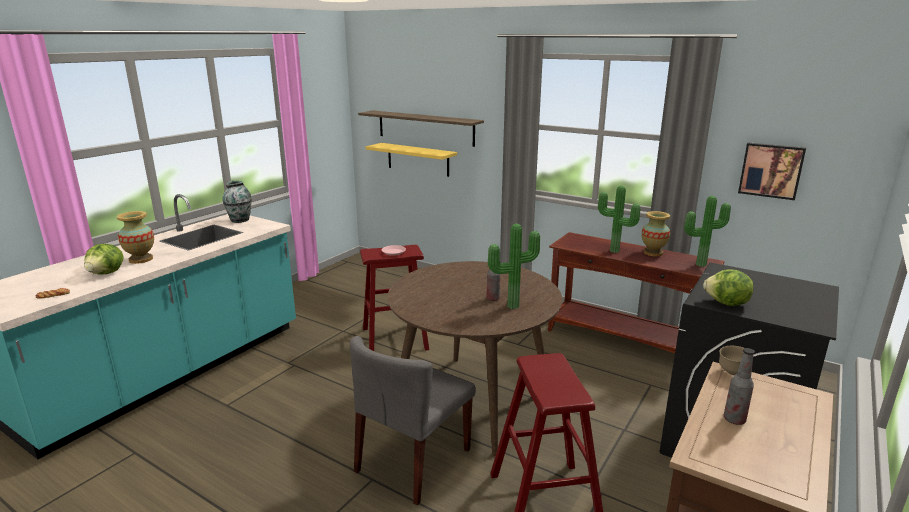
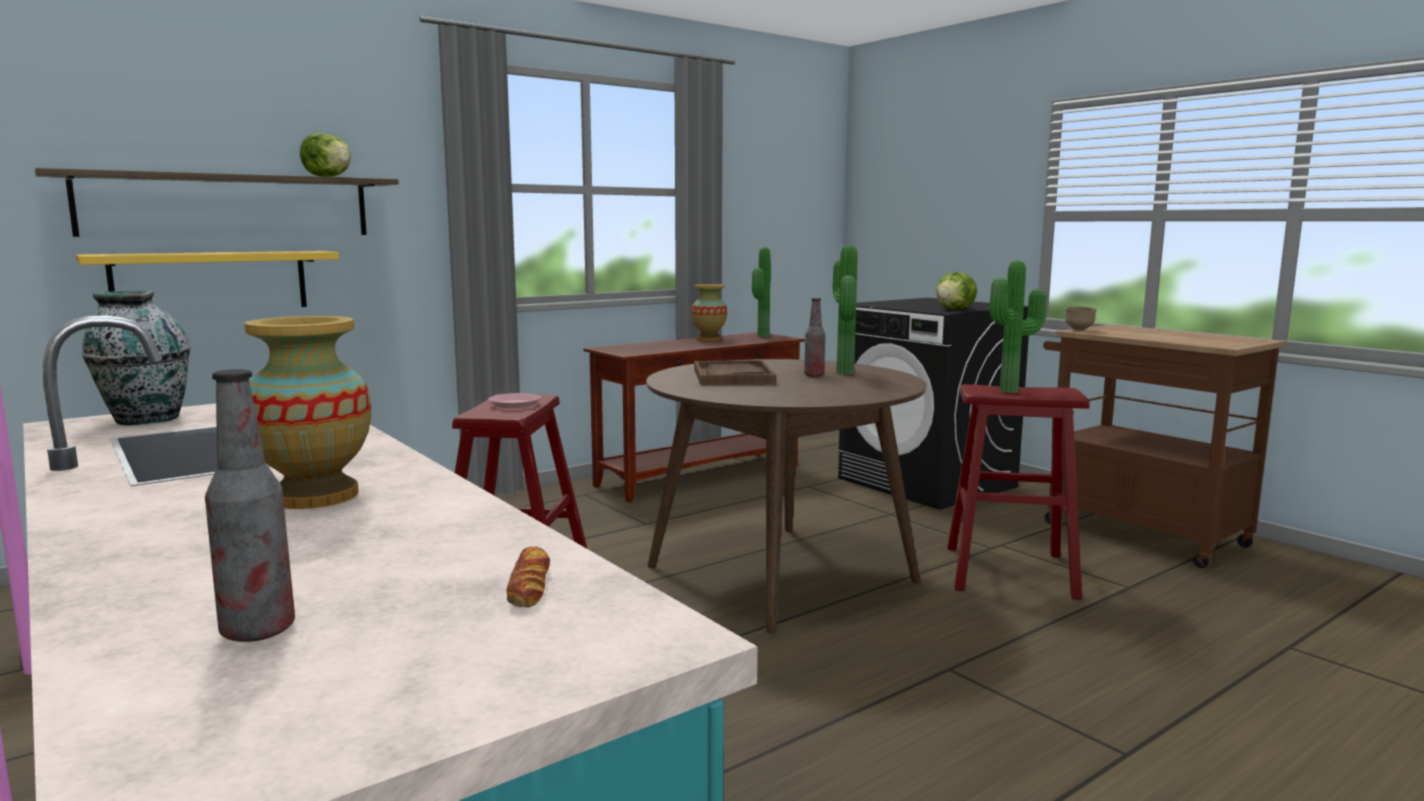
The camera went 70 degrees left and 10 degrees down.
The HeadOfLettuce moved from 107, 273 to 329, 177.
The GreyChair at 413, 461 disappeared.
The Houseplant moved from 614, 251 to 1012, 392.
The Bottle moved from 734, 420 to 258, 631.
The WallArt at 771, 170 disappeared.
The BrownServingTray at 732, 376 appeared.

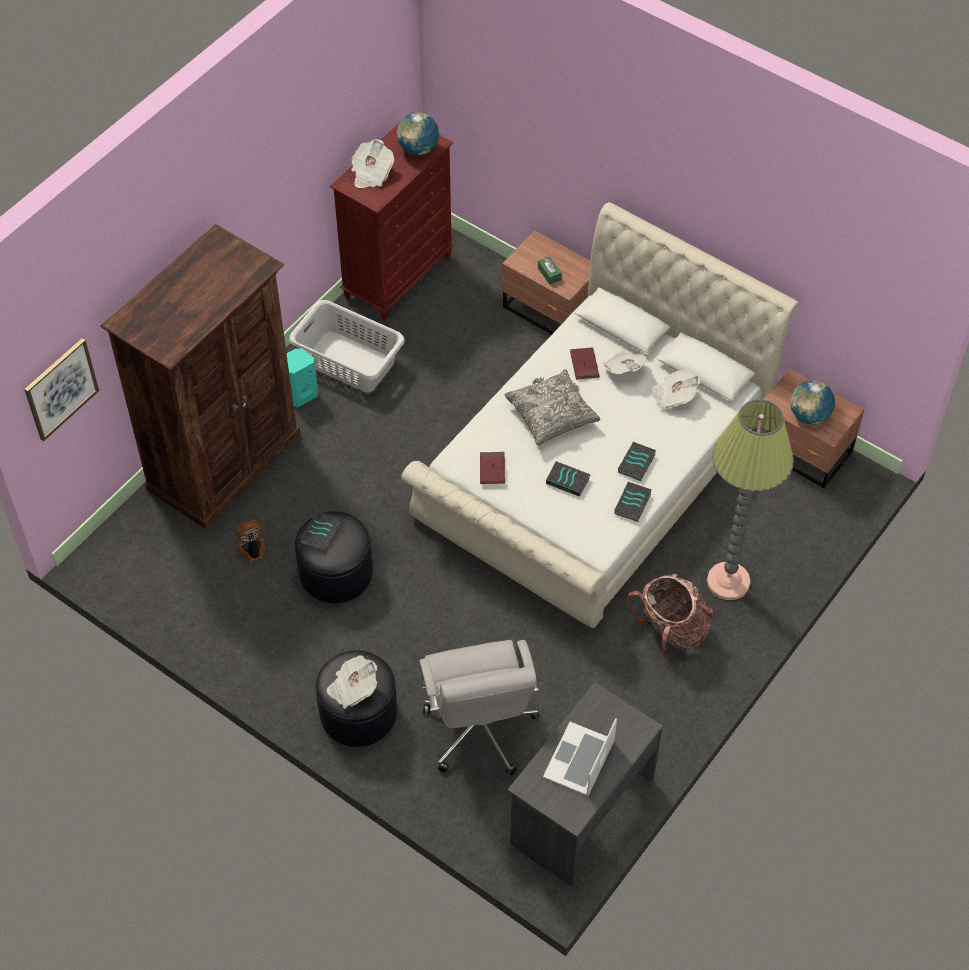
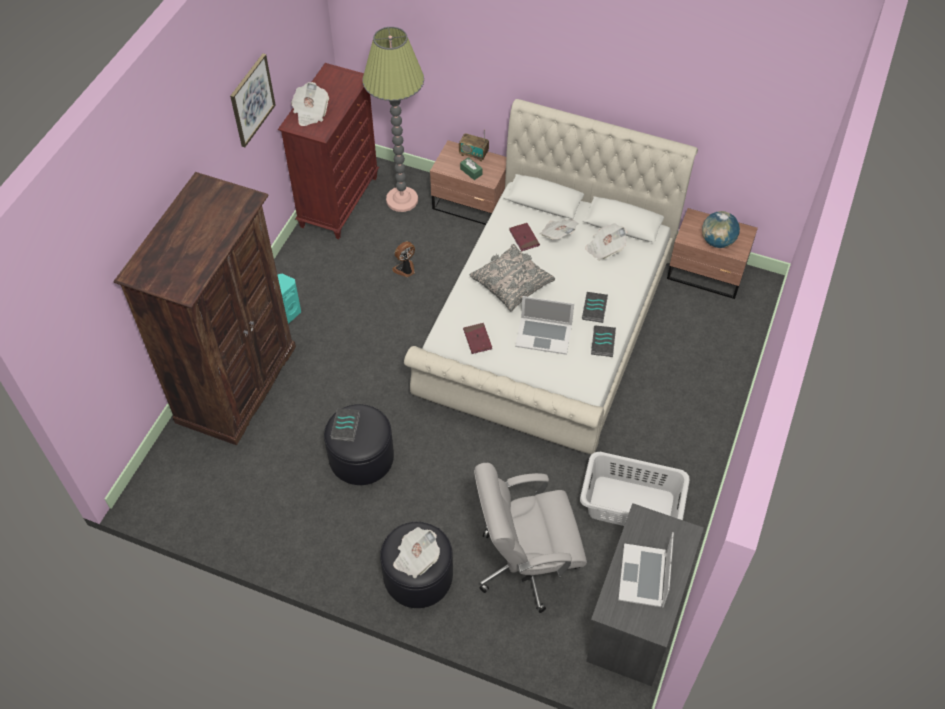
The camera went 15 degrees left and 0 degrees up.
The WallArt moved from 61, 388 to 252, 100.
The ElectricFan moved from 253, 551 to 405, 269.
The GreyLaundryBasket moved from 349, 361 to 630, 504.
The DeskGlobe at 418, 149 disappeared.
The GreyComputerChair at 479, 728 turned 105 degrees clockwise.
The Book at 568, 480 was replaced by the PortableComputer at 543, 335.
The Rucksack at 671, 631 disappeared.
The FloorLamp moved from 728, 581 to 402, 200.
The Radio at 473, 154 appeared.

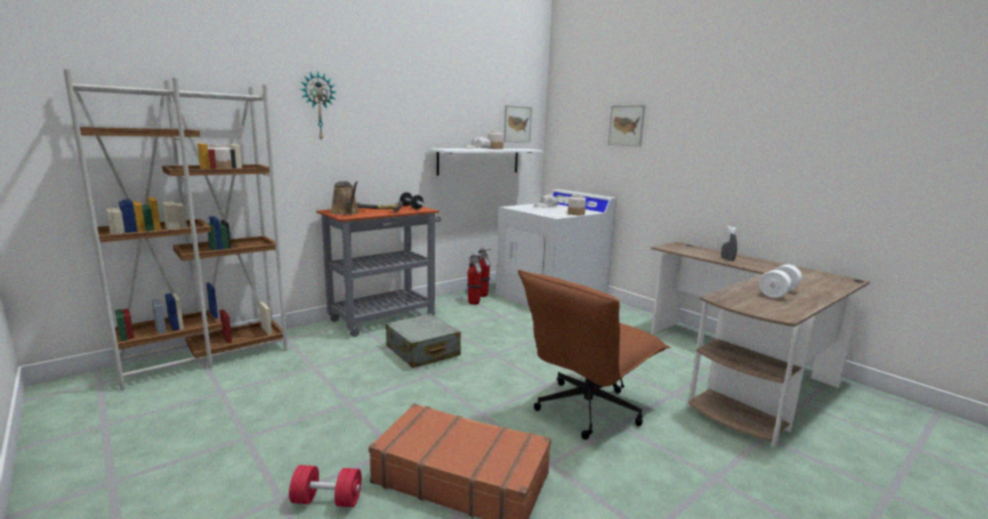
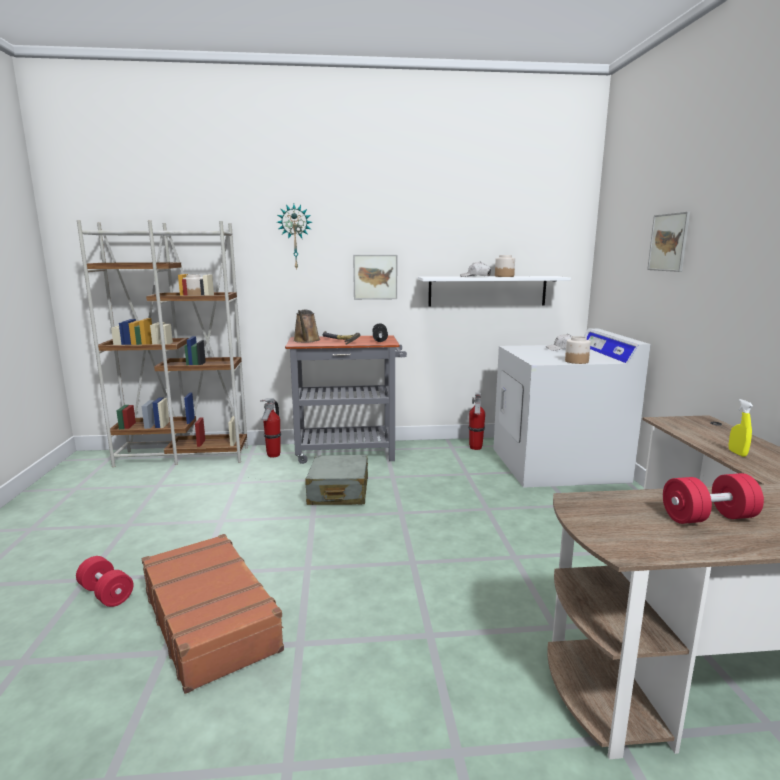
The camera went 35 degrees right and 0 degrees up.
The Extinguisher moved from 474, 303 to 273, 455.
The WallArt moved from 517, 124 to 375, 277.
The BrownComputerChair at 588, 408 disappeared.
The GreySprayer at 727, 259 became the YellowSprayer at 737, 453.
The WhiteColouredFreeWeight at 778, 293 became the ReddishFreeWeight at 708, 518.

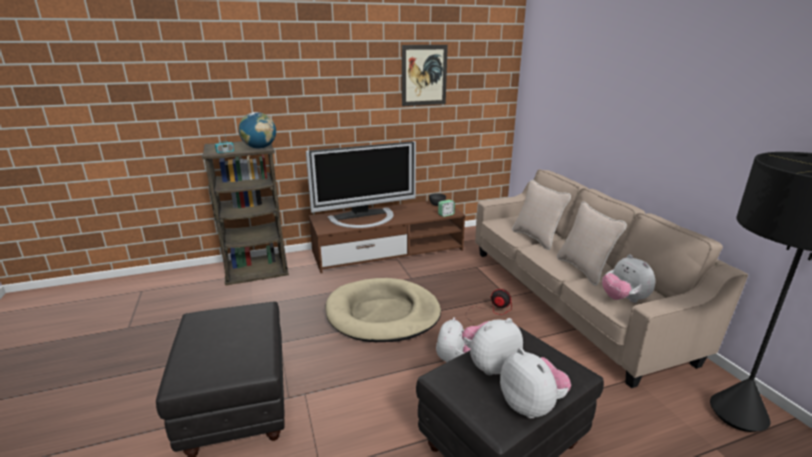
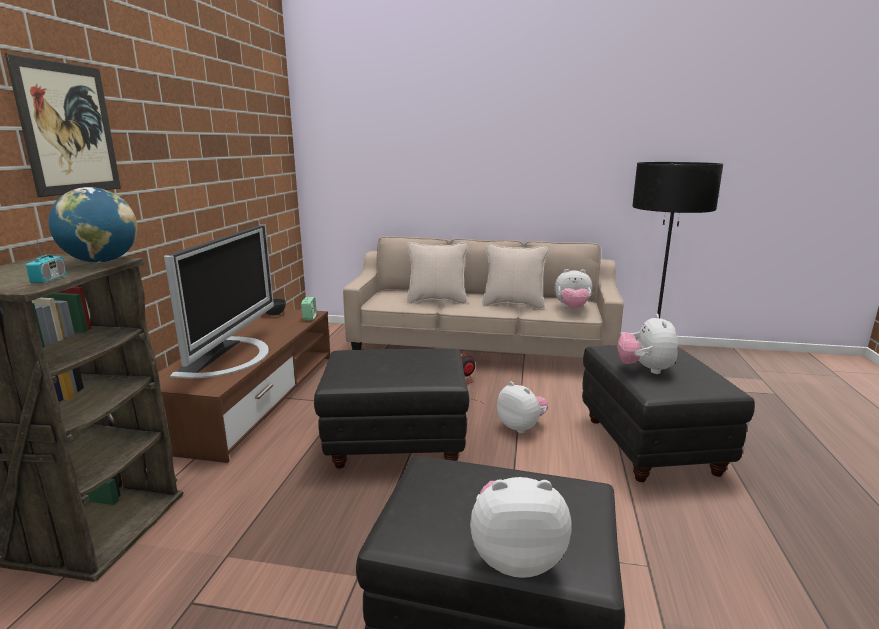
The camera went 60 degrees left and 5 degrees down.
The SandColouredPetBed at 383, 314 was replaced by the BlackColouredPouffe at 396, 443.
The WallArt moved from 424, 75 to 69, 129.
The CuddlyToy moved from 531, 406 to 516, 557.

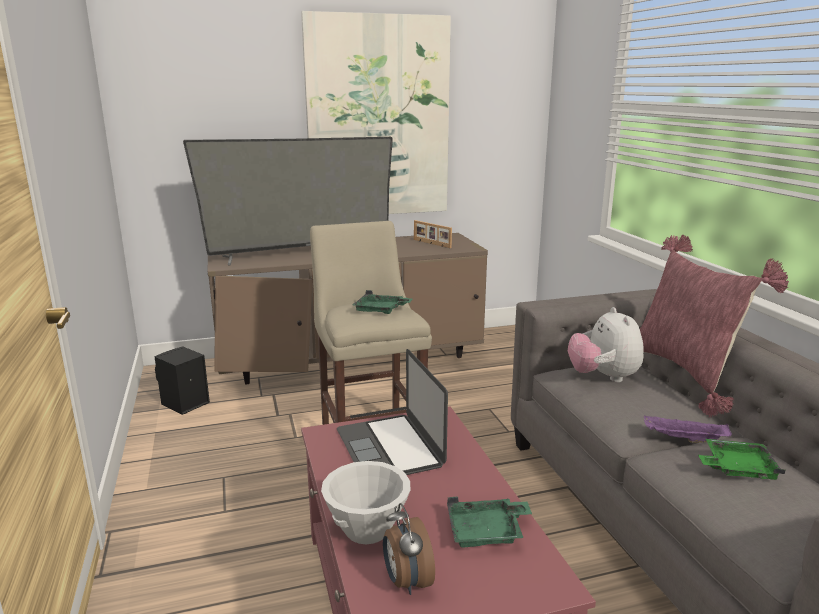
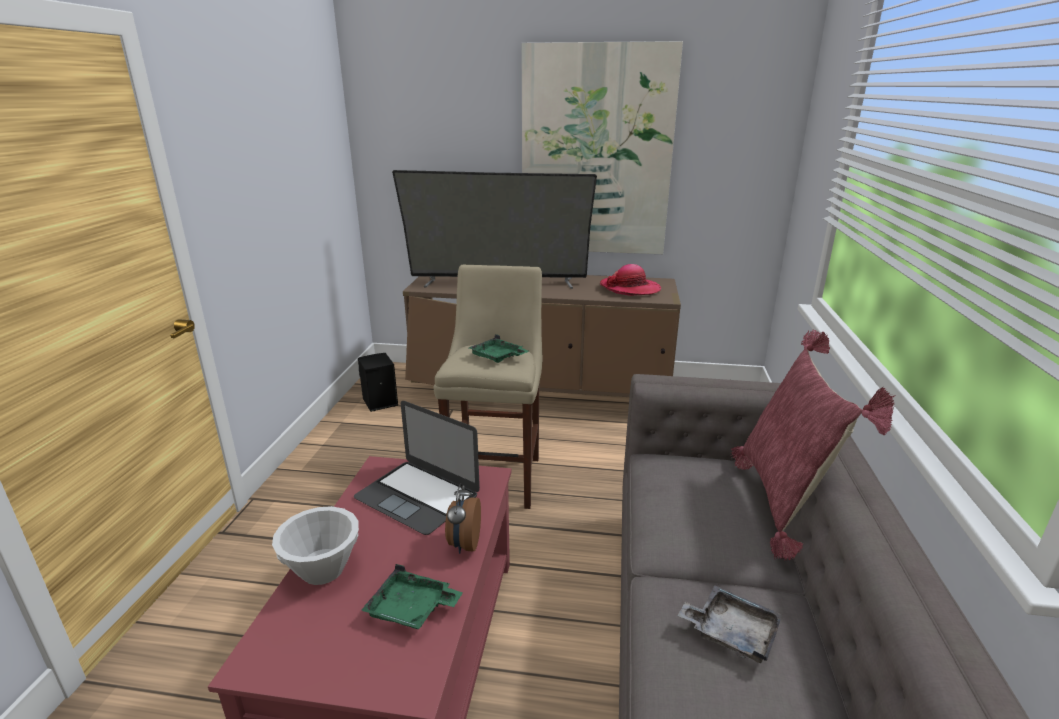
The camera went 25 degrees right and 5 degrees up.
The PortableComputer at 389, 447 turned 60 degrees counterclockwise.
The BedsideClock moved from 406, 581 to 464, 544.
The StandingFrame at 431, 243 was replaced by the ClothingHat at 630, 288.
The CuddlyToy at 603, 377 disappeared.
The PurpleColouredServingTray at 683, 439 disappeared.
The GreenColouredServingTray at 737, 468 became the GreyServingTray at 731, 632.

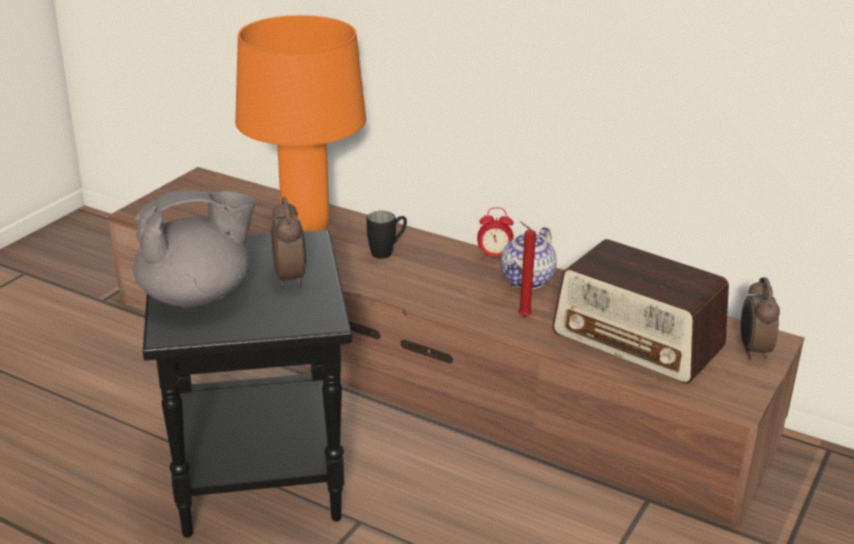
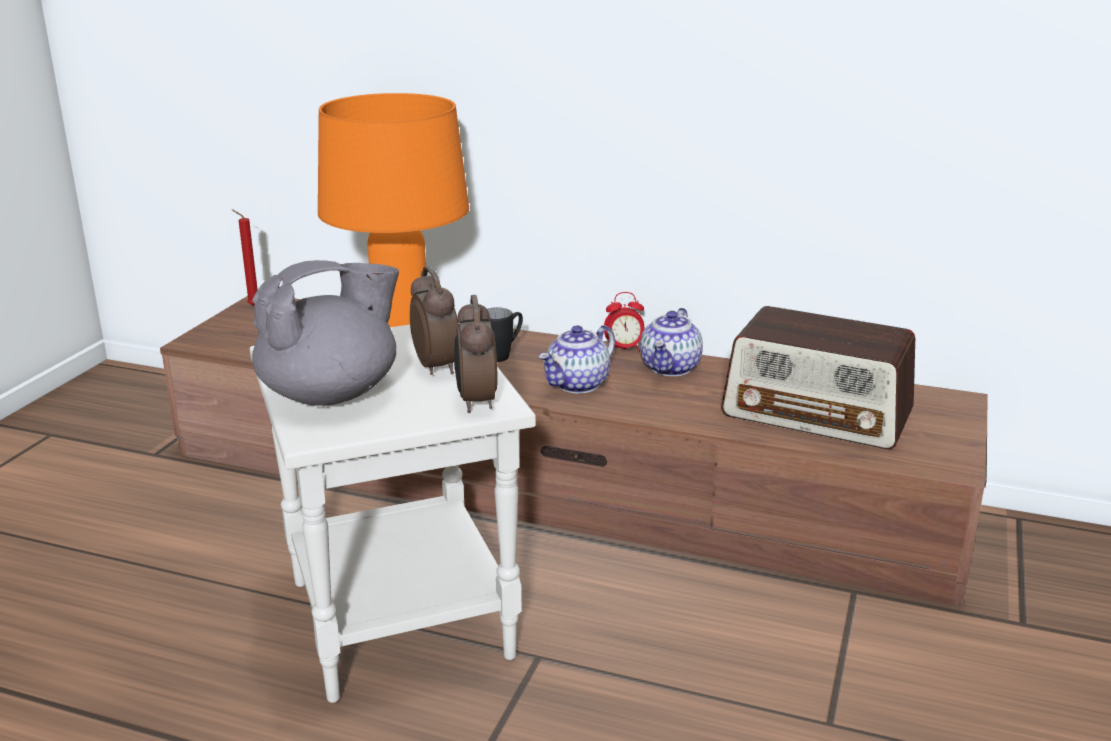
The camera went 10 degrees left and 5 degrees down.
The BlackColouredSideTable at 262, 475 became the WhiteColouredSideTable at 405, 620.
The ReddishWaxCandle moved from 522, 316 to 252, 306.
The BedsideClock moved from 753, 350 to 476, 402.
The PotForTea at 577, 384 appeared.

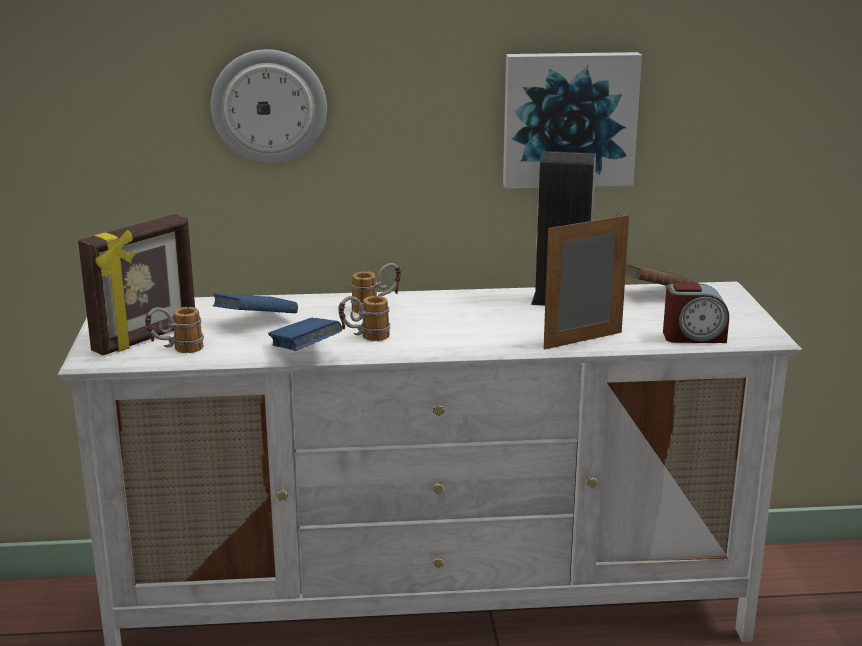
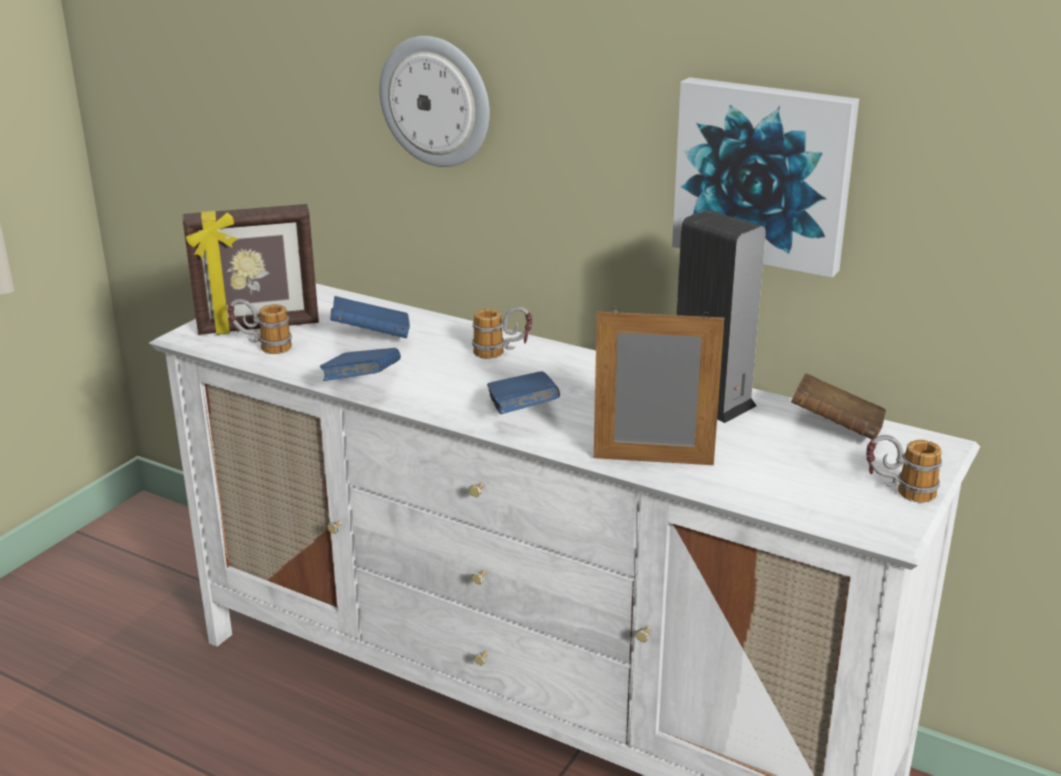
The camera went 35 degrees right and 5 degrees up.
The CoffeeMug moved from 364, 338 to 898, 492.
The BedsideClock at 693, 337 disappeared.
The BluishBook at 522, 413 appeared.

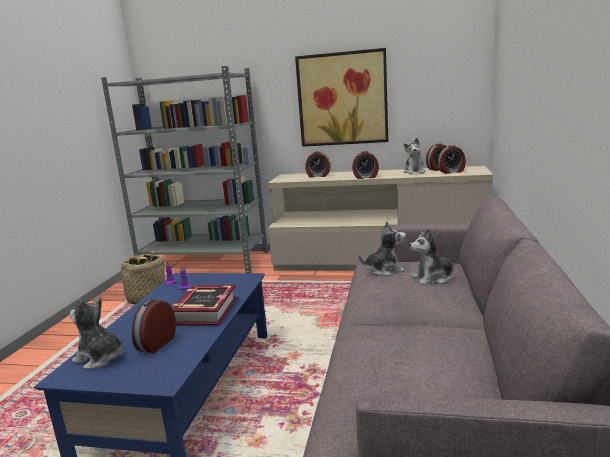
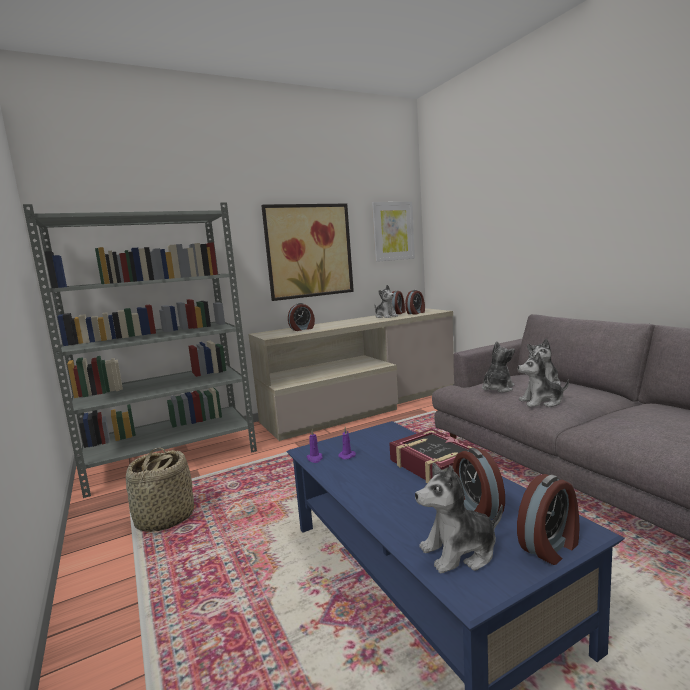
The camera went 40 degrees left and 5 degrees down.
The BedsideClock moved from 365, 177 to 551, 546.
The WallArt at 393, 231 appeared.
The CuddlyToy at 542, 402 appeared.

